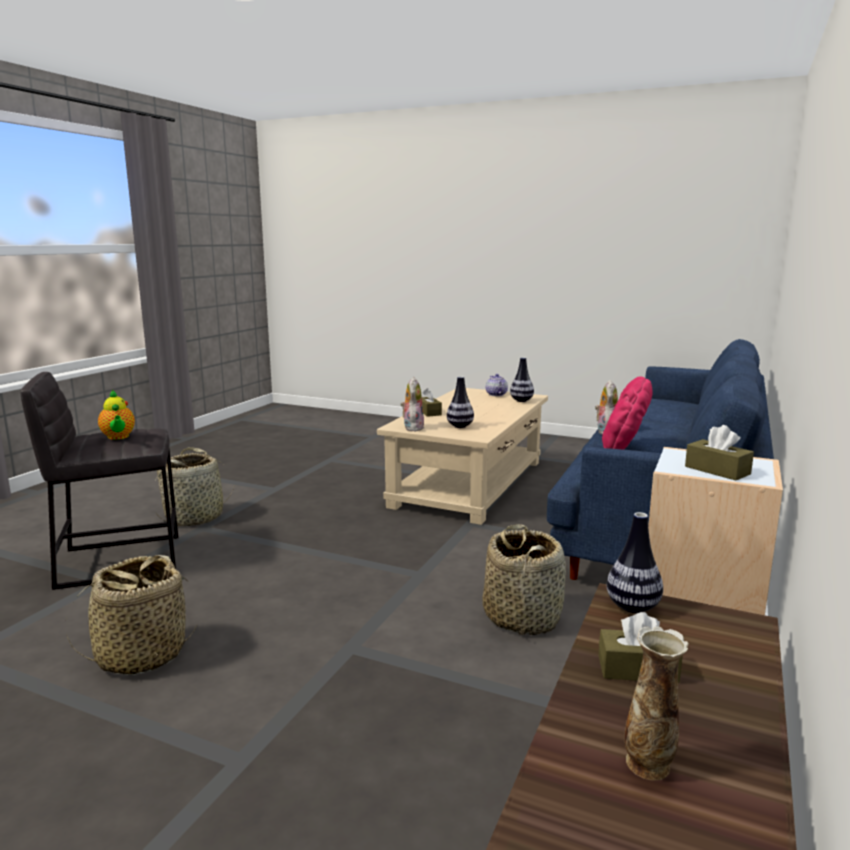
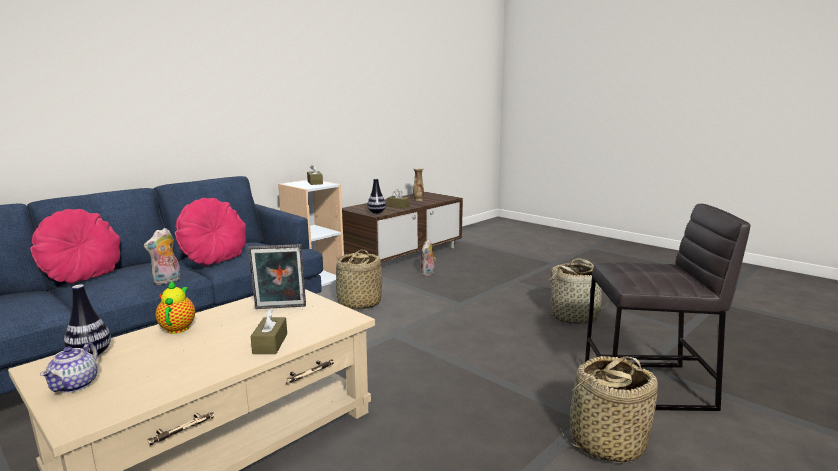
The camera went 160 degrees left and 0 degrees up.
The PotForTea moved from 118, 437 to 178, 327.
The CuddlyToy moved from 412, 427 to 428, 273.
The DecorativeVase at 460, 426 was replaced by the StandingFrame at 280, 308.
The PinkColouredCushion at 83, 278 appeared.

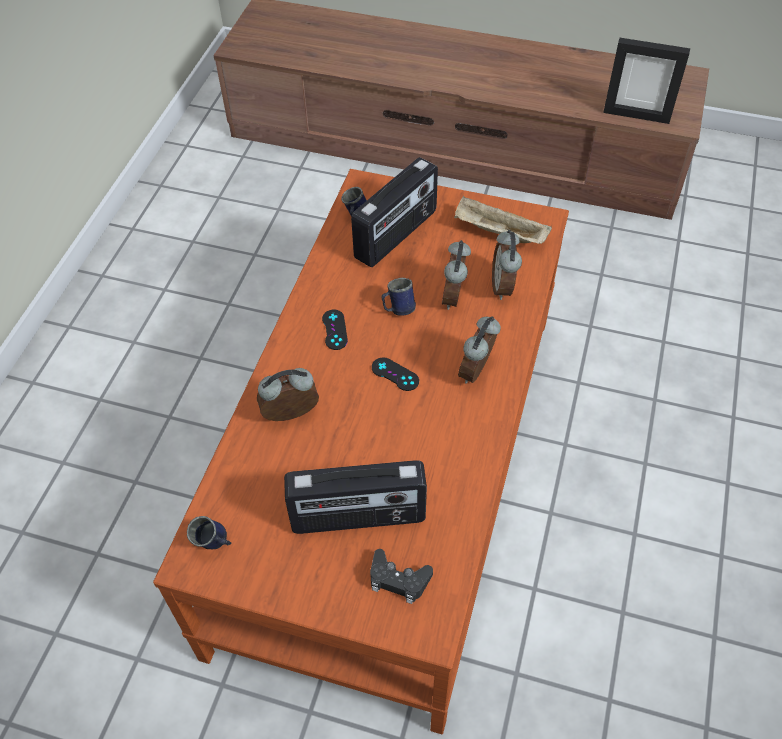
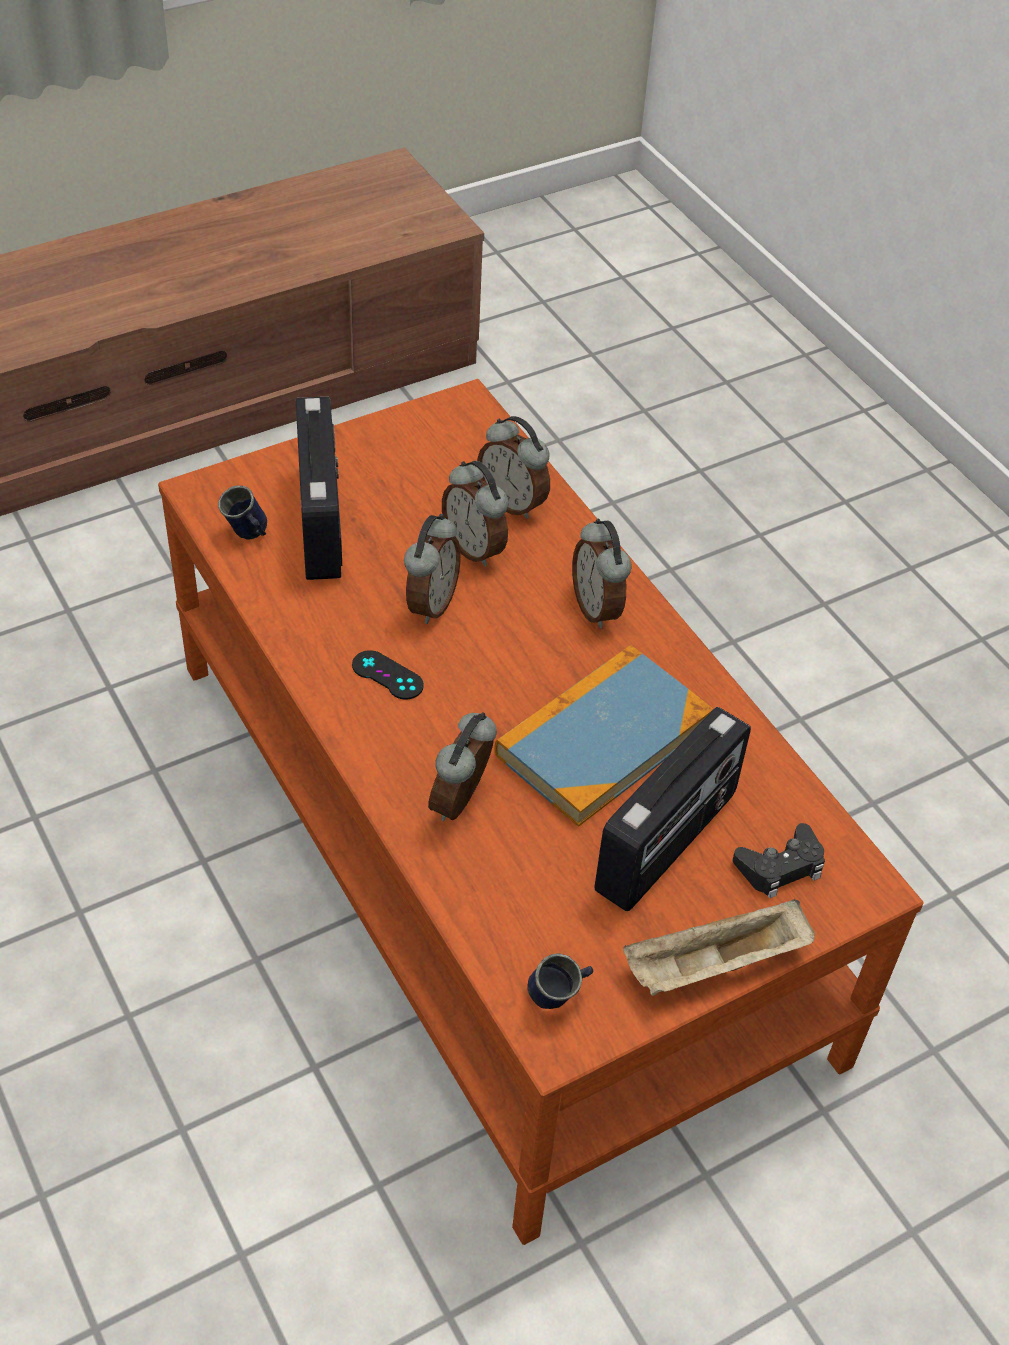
The camera went 50 degrees left and 5 degrees down.
The BlackColouredJoypad at 395, 374 disappeared.
The BluishCoffeeMug at 398, 309 was replaced by the BedsideClock at 430, 603.
The SandColouredServingTray moved from 498, 233 to 714, 966.
The StandingFrame at 636, 114 disappeared.
The Book at 603, 739 appeared.

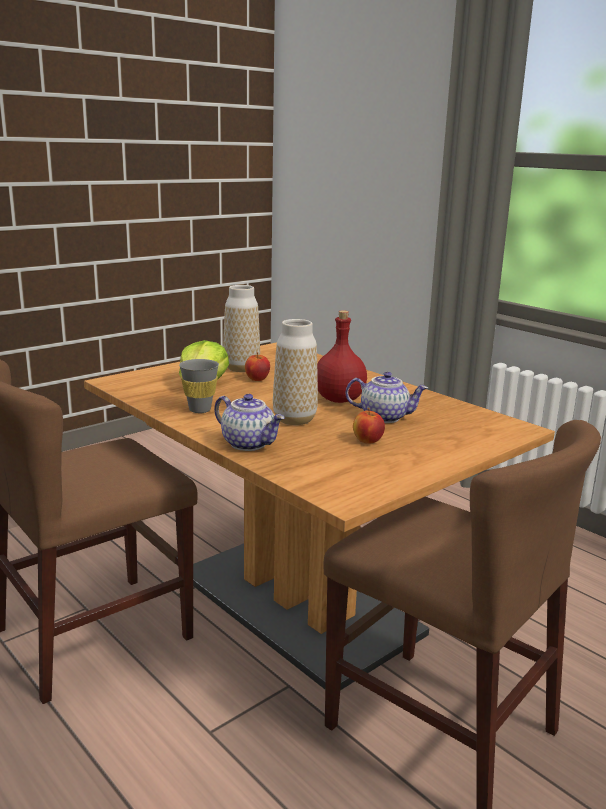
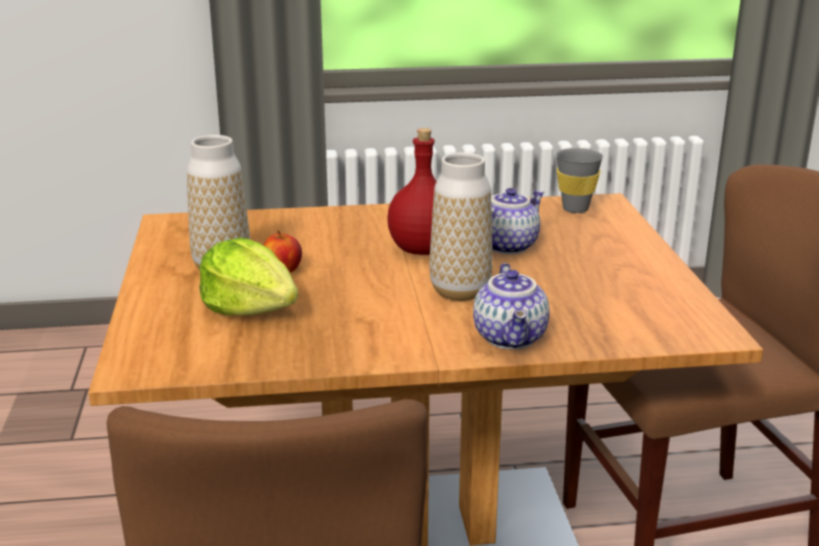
The camera went 55 degrees left and 5 degrees up.
The GreySmallCup moved from 200, 410 to 575, 209.
The PotForTea at 249, 444 turned 105 degrees clockwise.
The AppleFruit at 367, 441 disappeared.

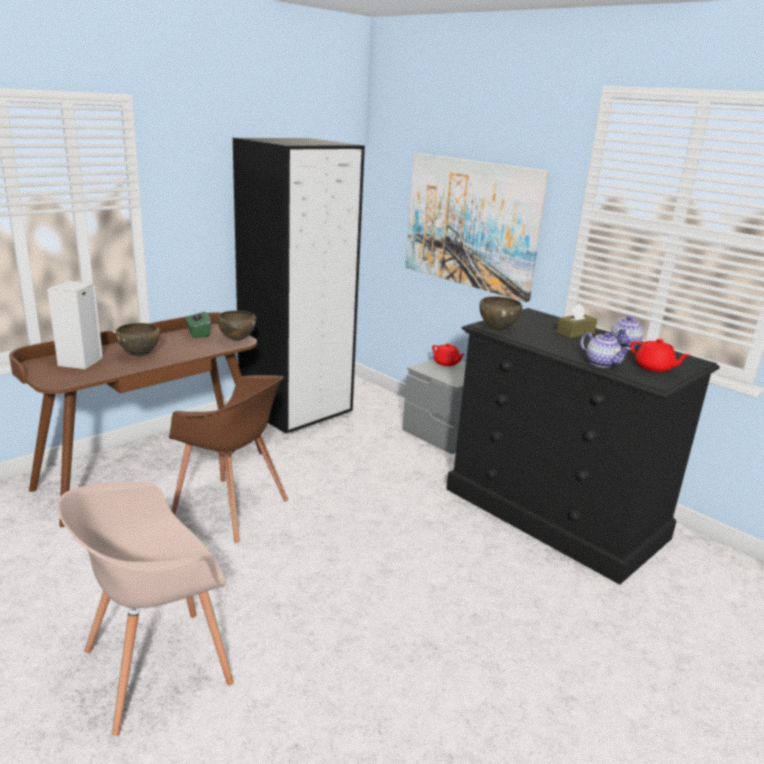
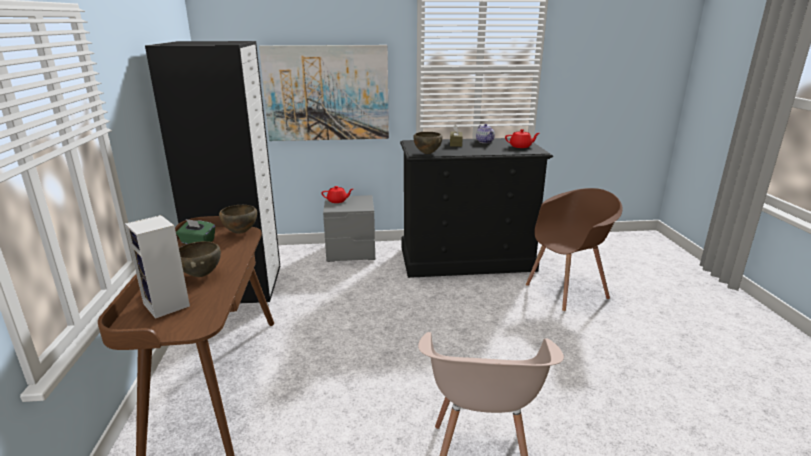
The camera went 50 degrees left and 0 degrees up.
The BrownChair moved from 231, 509 to 567, 291.
The PotForTea at 602, 363 disappeared.

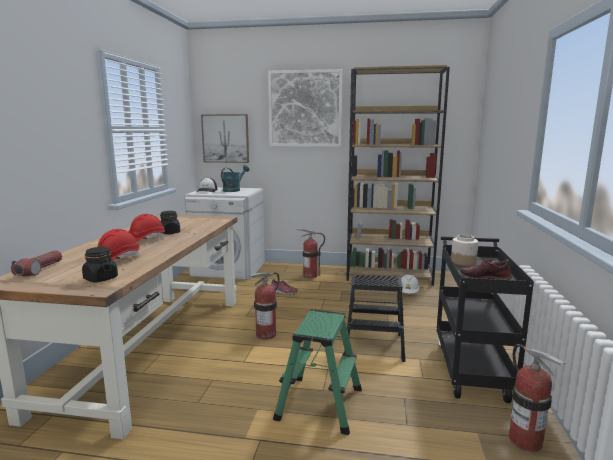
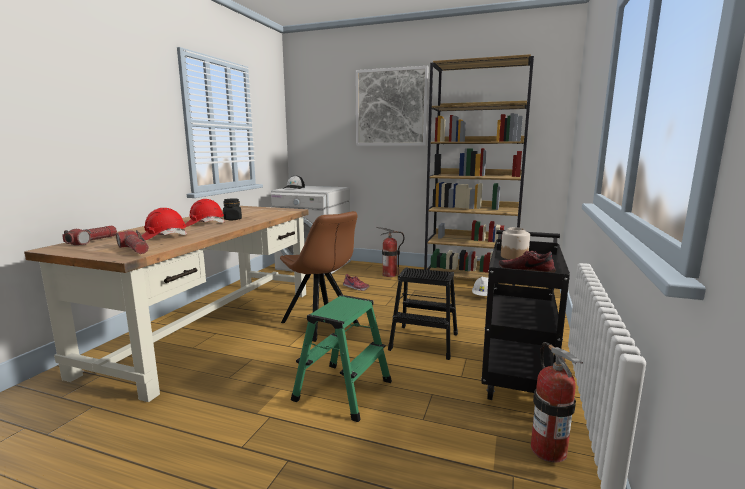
The camera went 10 degrees right and 0 degrees up.
The BlackColouredStorageJar at 100, 279 was replaced by the HandTorch at 134, 250.
The WallArt at 225, 138 disappeared.
The TurquoiseColouredSprinklingCan at 234, 190 disappeared.
The Extinguisher at 266, 335 was replaced by the BrownChair at 321, 324.

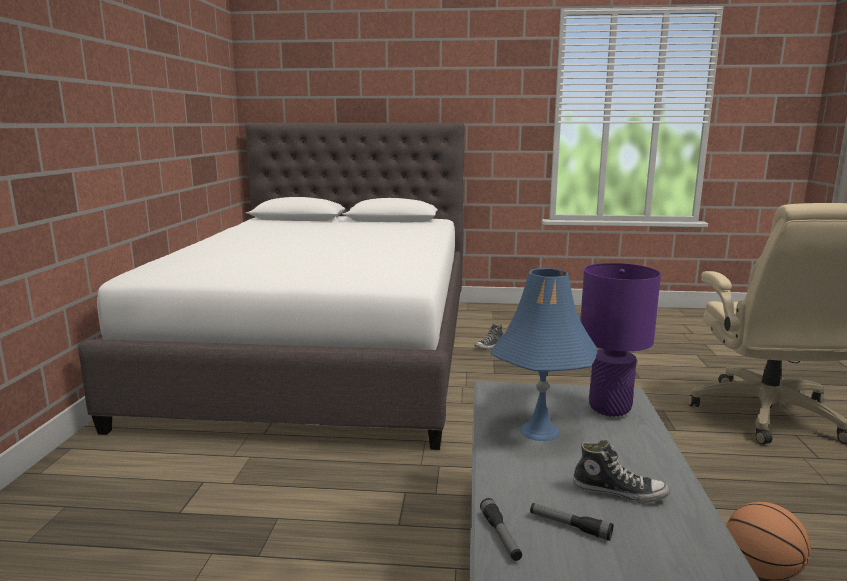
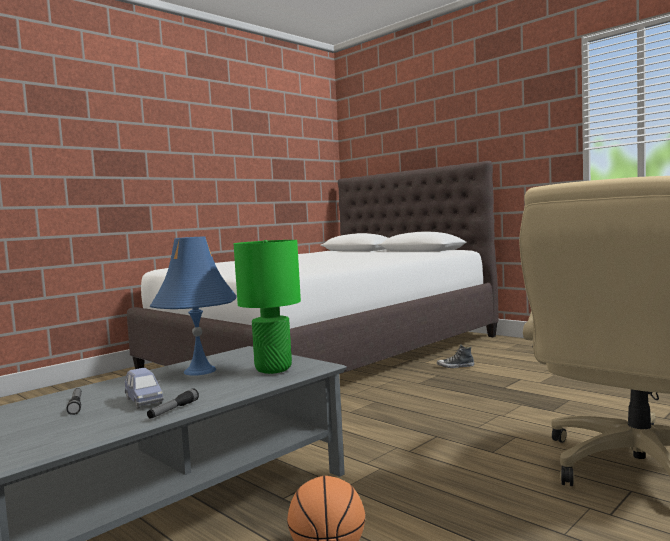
The camera went 40 degrees right and 10 degrees down.
The HandTorch moved from 501, 536 to 173, 410.
The ItemOfFootwear at 619, 492 was replaced by the BluishToyCar at 144, 401.
The PurpleColouredTableLamp at 609, 411 became the GreenColouredTableLamp at 274, 371.

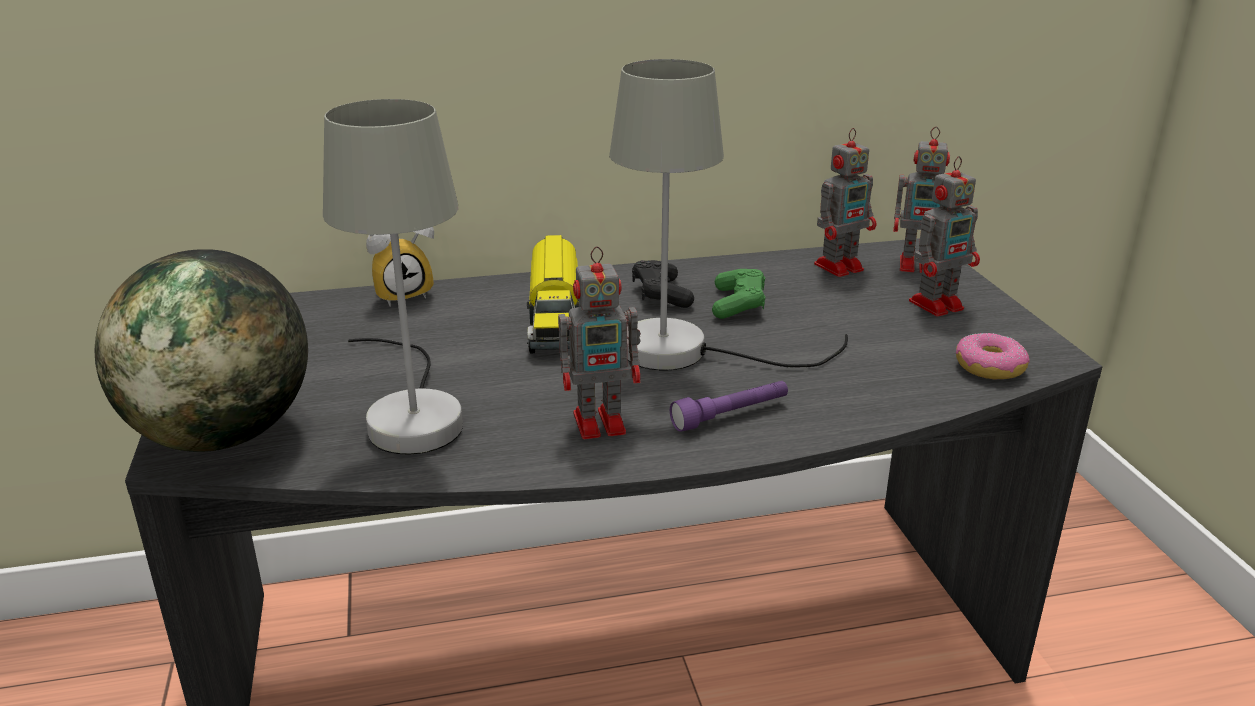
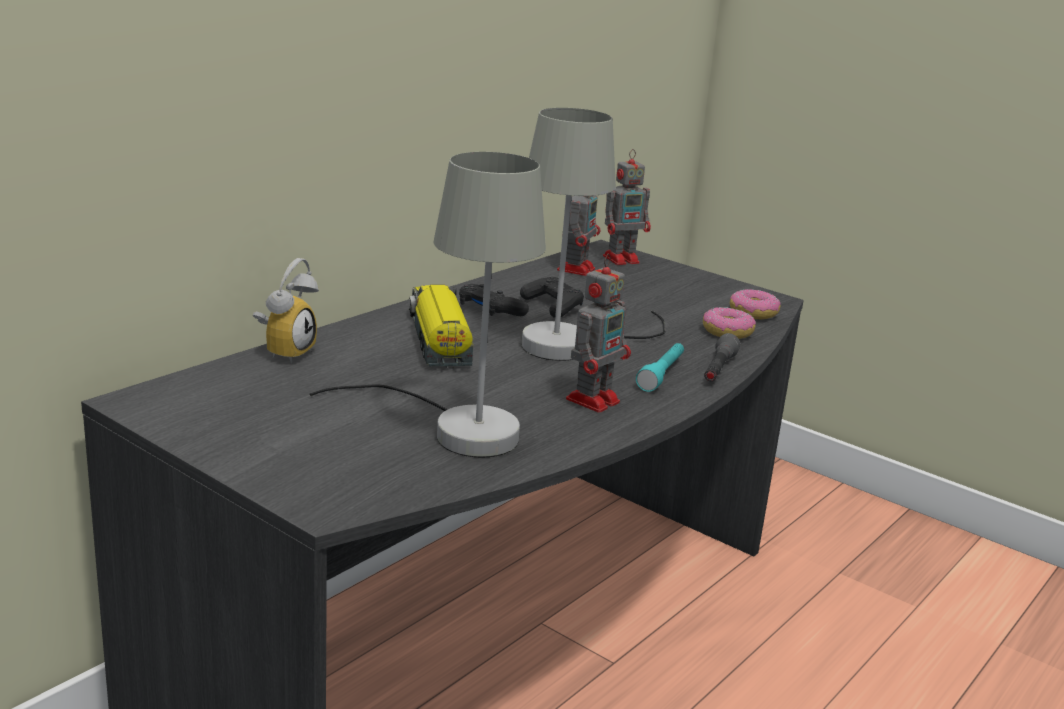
The camera went 40 degrees left and 5 degrees down.
The DeskGlobe at 223, 436 disappeared.
The ToyTruck at 555, 315 turned 150 degrees counterclockwise.
The PurpleColouredHandTorch at 730, 415 became the TurquoiseColouredHandTorch at 661, 375.
The GreenColouredJoypad at 738, 304 became the BlackColouredJoypad at 552, 306.
The RobotFigure at 938, 304 disappeared.
The Donut at 727, 332 appeared.
The GreyHandTorch at 718, 370 appeared.

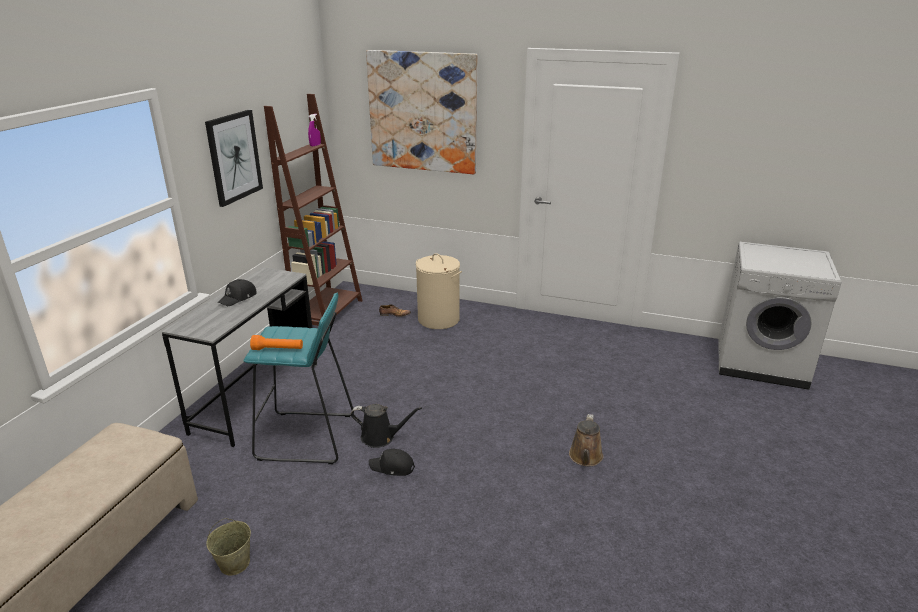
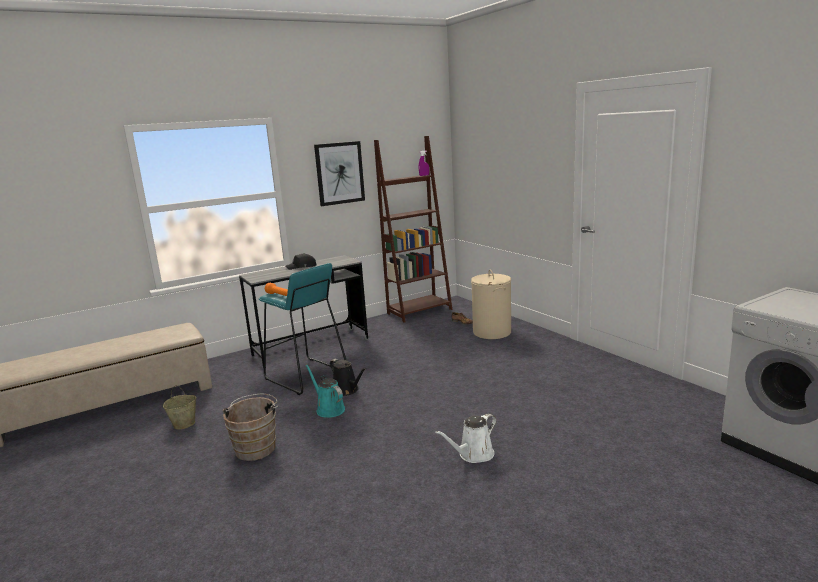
The camera went 40 degrees right and 10 degrees down.
The WallArt at 422, 112 disappeared.
The BlackColouredCap at 392, 467 was replaced by the TurquoiseColouredSprinklingCan at 329, 409.
The BrownSprinklingCan at 585, 458 became the WhiteColouredSprinklingCan at 473, 455.
The BrownBucket at 257, 447 appeared.

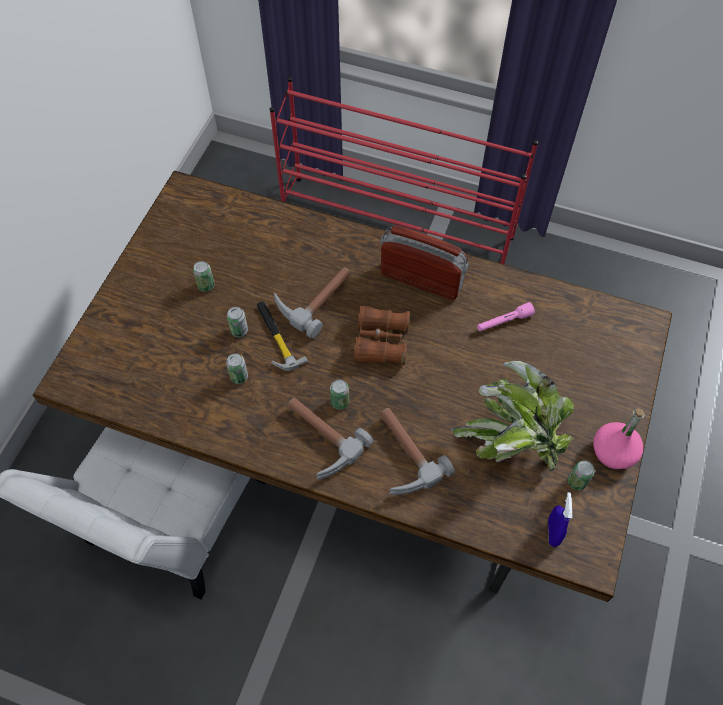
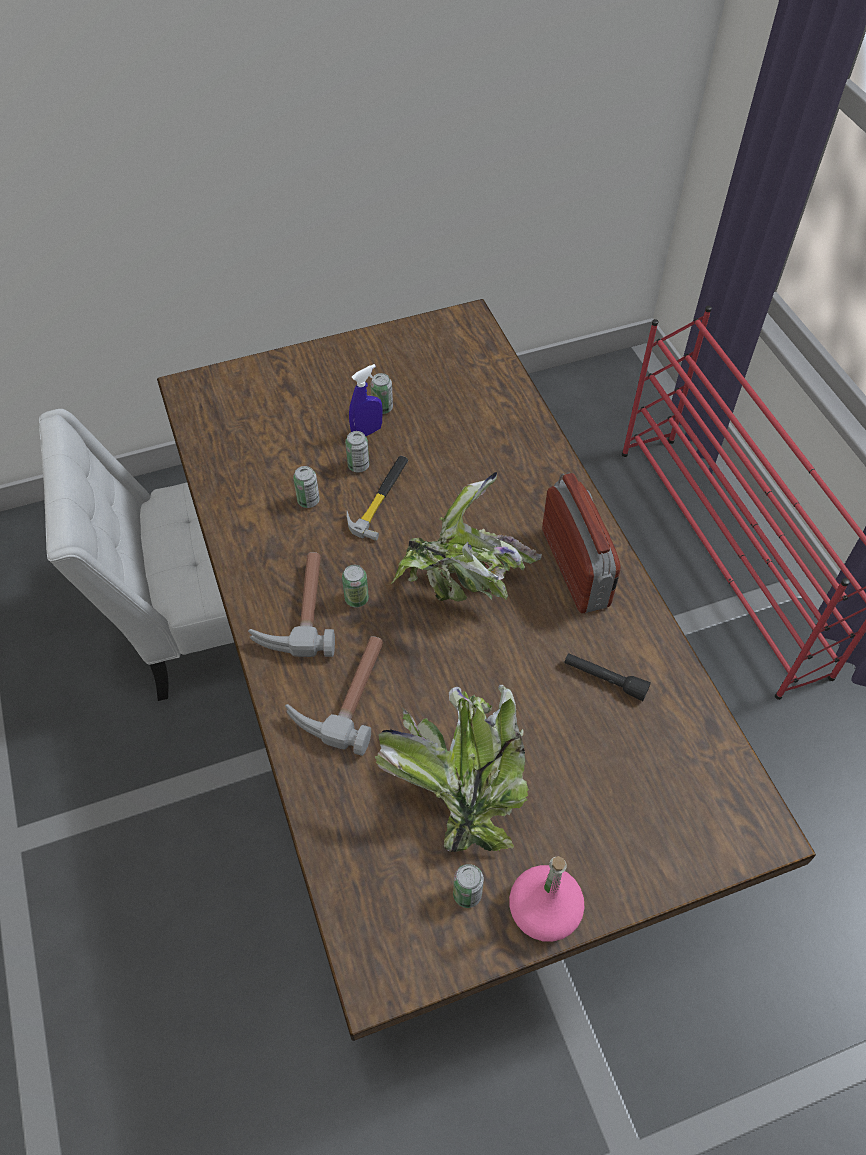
The camera went 50 degrees right and 5 degrees down.
The Hammer at 314, 298 disappeared.
The BrownPairOfBinoculars at 381, 342 was replaced by the Houseplant at 461, 585.
The PinkColouredHandTorch at 504, 321 became the BlackColouredHandTorch at 604, 679.
The BluishSprayer moved from 552, 532 to 367, 432.

